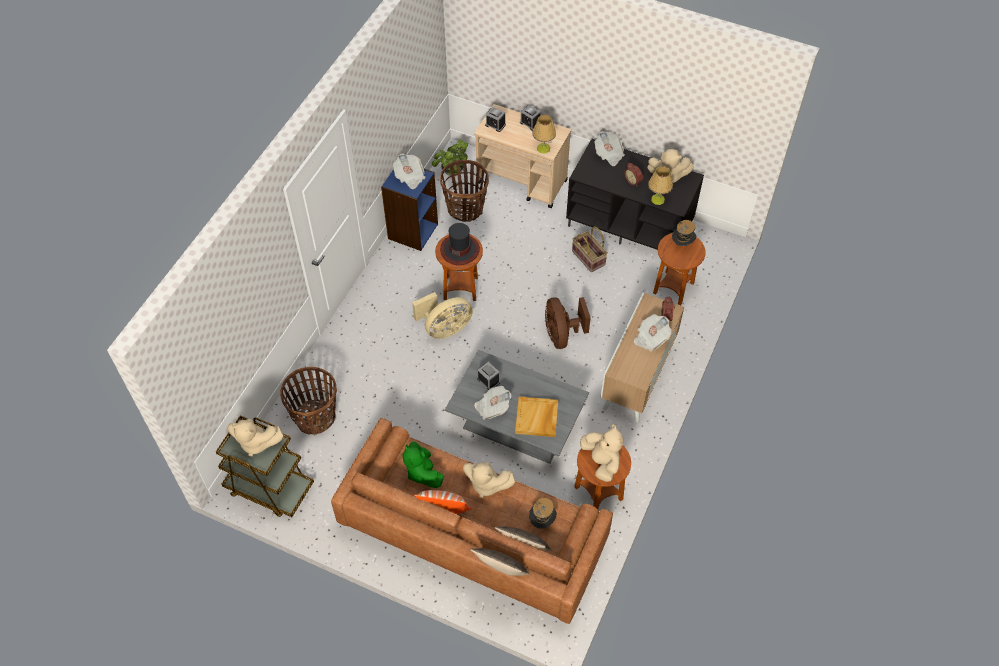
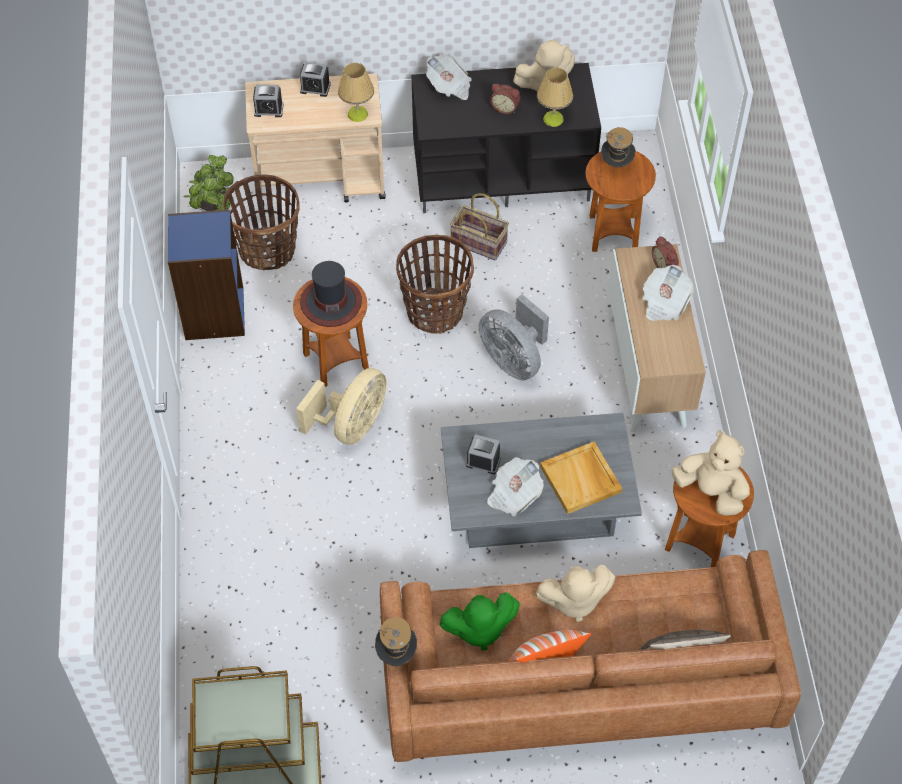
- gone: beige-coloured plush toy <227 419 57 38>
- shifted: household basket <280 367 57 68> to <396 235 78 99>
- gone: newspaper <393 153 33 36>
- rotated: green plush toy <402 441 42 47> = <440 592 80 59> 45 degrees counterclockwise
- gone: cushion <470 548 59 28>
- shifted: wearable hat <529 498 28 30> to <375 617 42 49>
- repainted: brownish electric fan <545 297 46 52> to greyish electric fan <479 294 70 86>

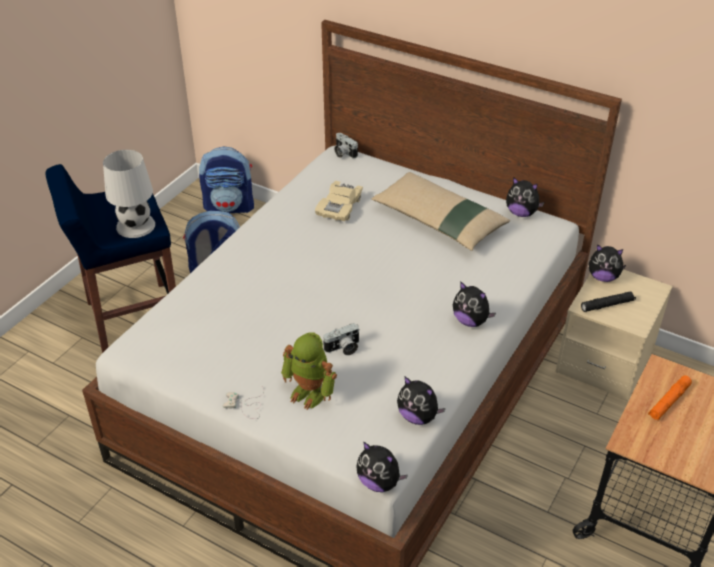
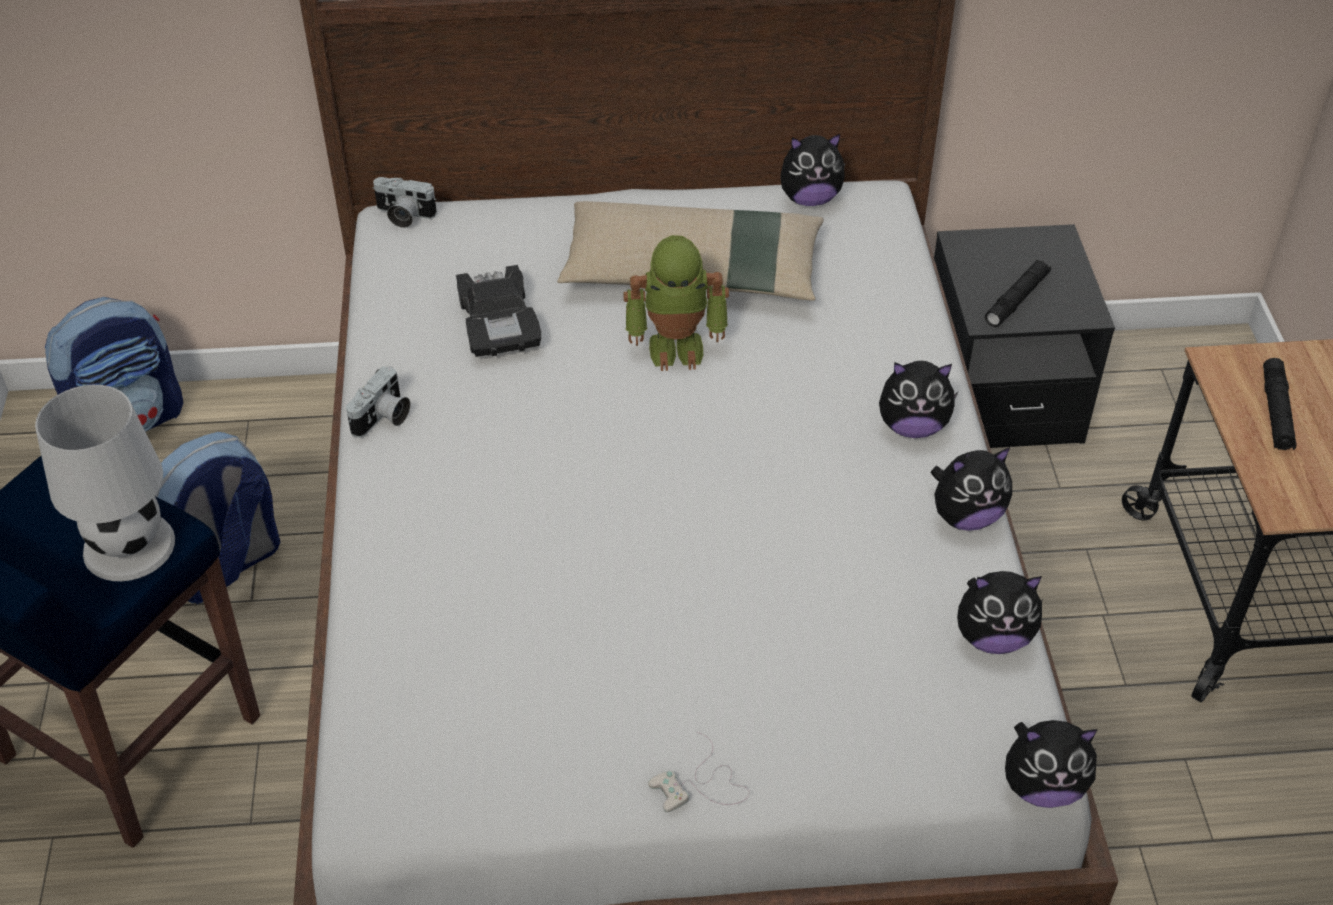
- shifted: toy robot <281 333 56 77> to <623 235 106 136>
- repainted: beige-coloured miniature car <315 181 48 40> to black-coloured miniature car <456 265 85 92>
- shifted: still camera <322 323 38 32> to <346 366 64 72>
- repainted: beige-coloured night table <556 269 117 131> to black-coloured night table <934 224 181 224>
- shifted: plush toy <589 244 37 38> to <931 447 81 84>
- repainted: orange flashlight <648 375 44 45> to black-coloured flashlight <1263 358 34 92>

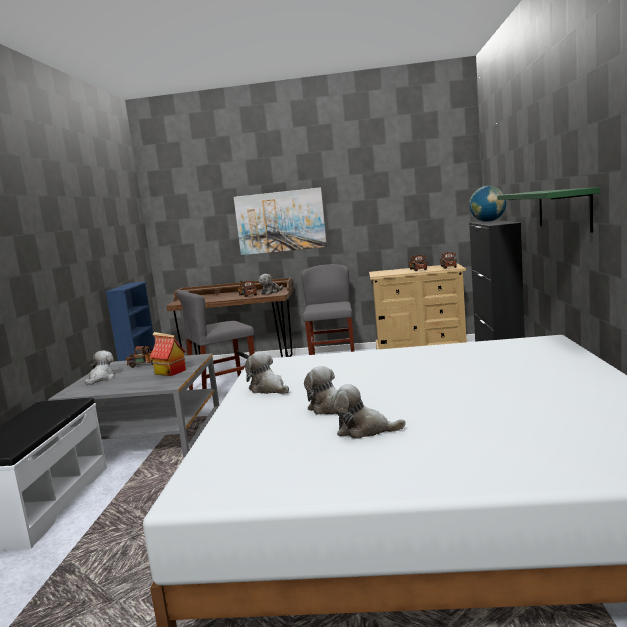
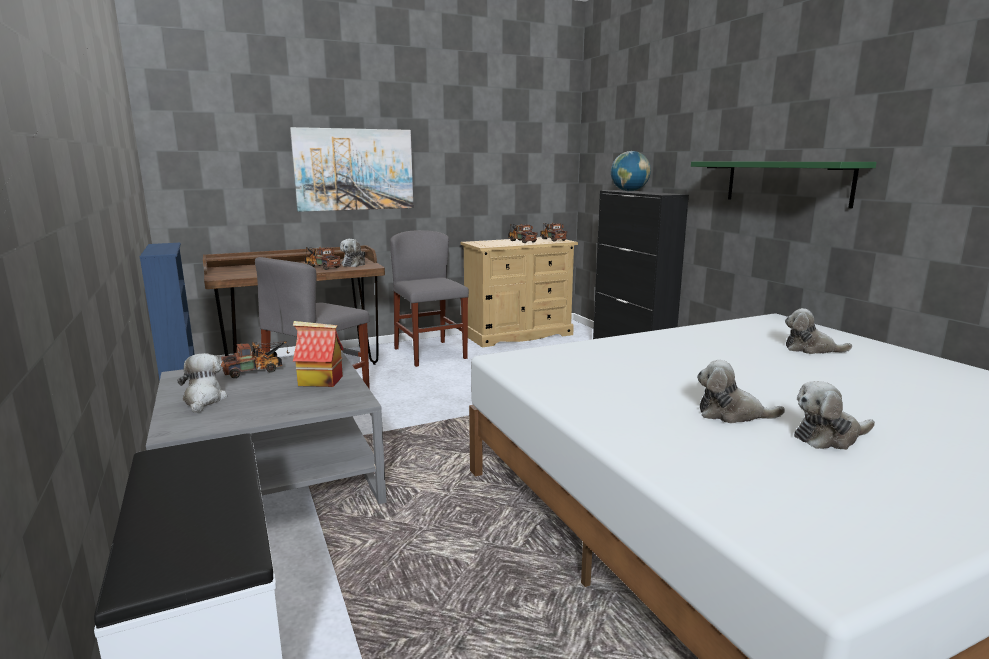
- shifted: plush toy <245 352 44 42> to <785 308 67 46>

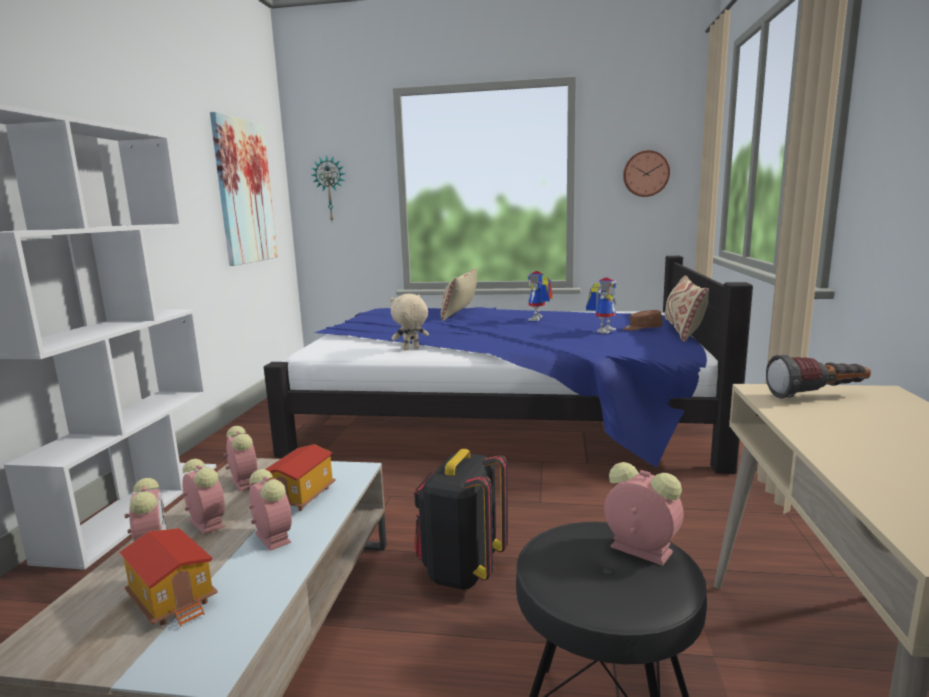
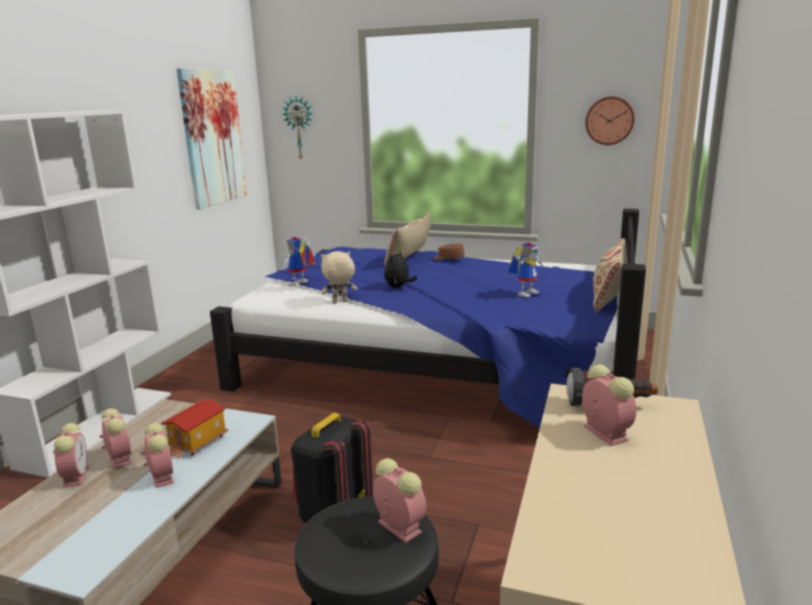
- gone: miniature house <119 528 99 99>
- shifted: table clock <224 426 34 66> to <582 365 54 81>
- shifted: toy robot <528 271 25 50> to <280 237 35 50>
- shifted: brownish cap <623 310 40 21> to <433 243 31 17>
- new: plush toy <384 250 33 38>

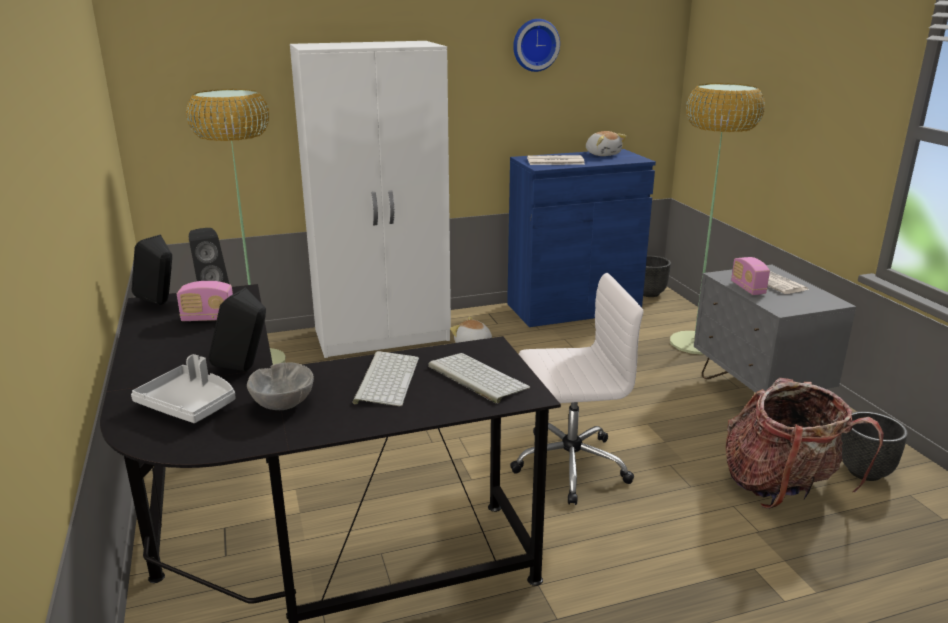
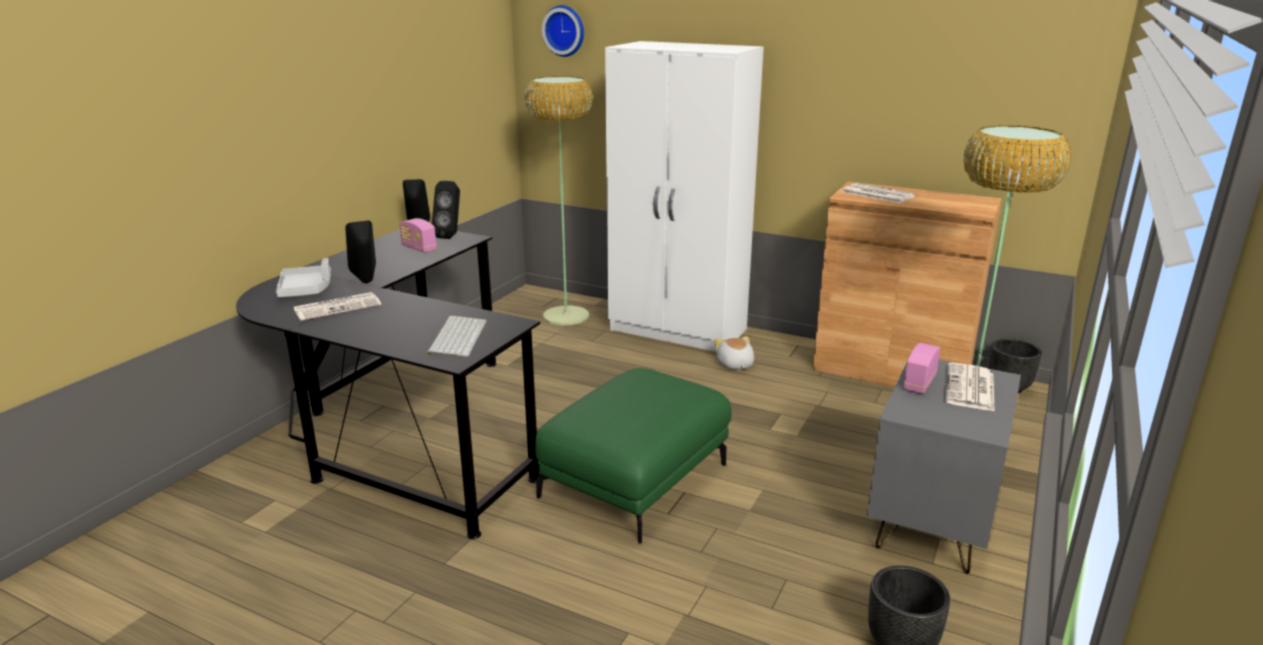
- swapped: greyish serving bowl <247 362 67 48> to newspaper <294 292 87 29>
- gone: PC keyboard <352 351 67 55>
- repainted: bluish cabinet <507 149 149 178> to brownish cabinet <813 182 188 205>
- swapped: white-coloured computer chair <510 273 133 232> to green footrest <535 368 196 176>
- shifted: clock on the wall <513 19 47 53> to <542 5 42 52>
- gone: plush toy <586 131 41 25>
- gone: backpack <725 378 159 131>

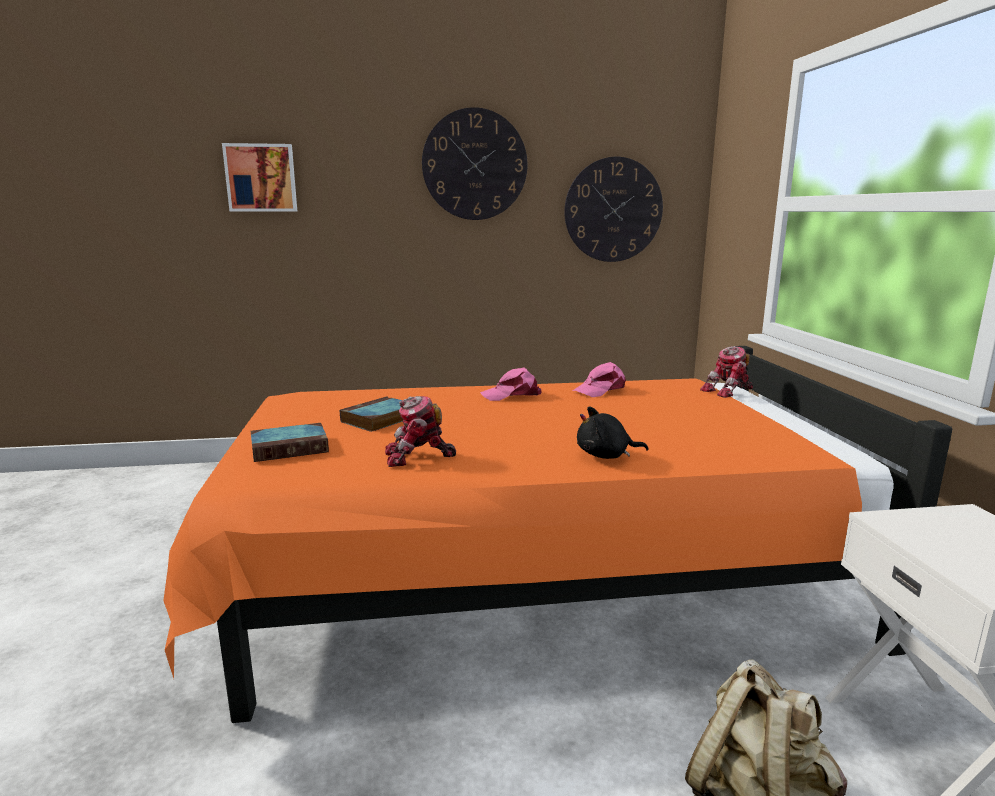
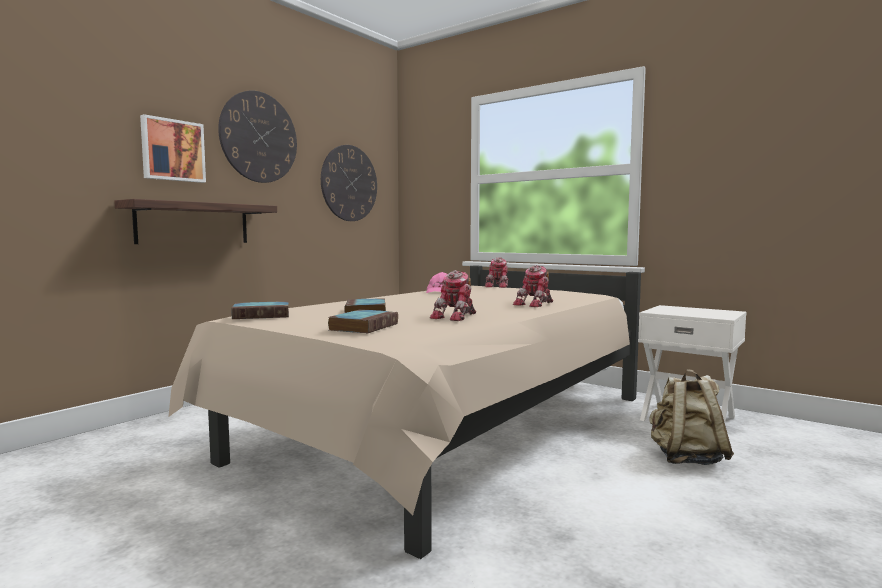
- repainted: orange sleeping bed <163 346 789 377> to beige-coloured sleeping bed <169 265 472 294>
- shifted: picture <222 143 75 69> to <140 114 66 69>
- gone: pink cap <480 367 61 34>
- swapped: black-coloured plush toy <577 406 71 53> to toy robot <513 265 41 42>
- new: bracket shelf <114 199 163 45>
- new: book <231 301 58 18>

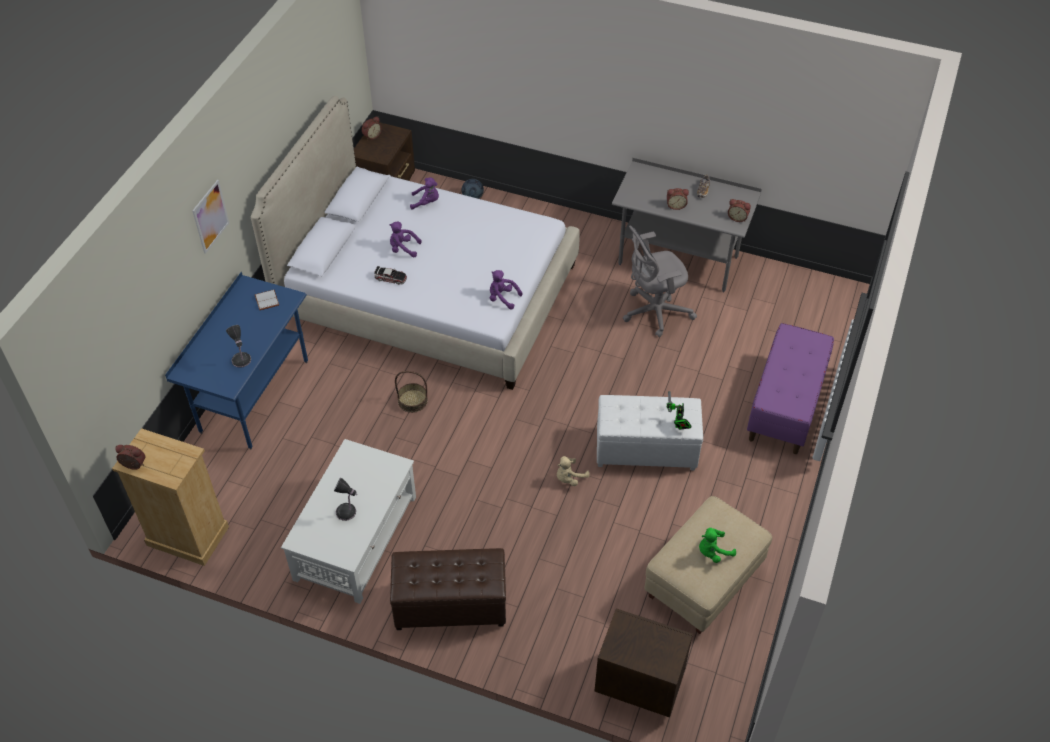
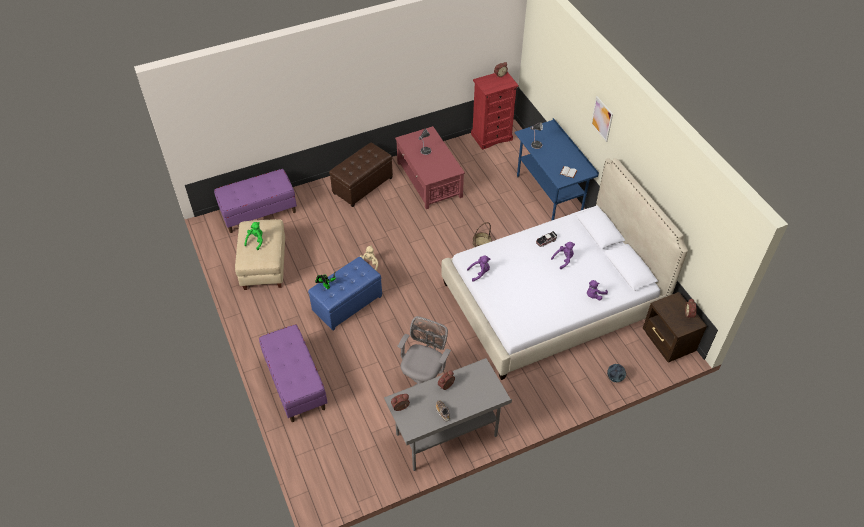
- repainted: beige-coloured dresser <112 428 117 138> to reddish dresser <471 72 48 78>
- repainted: white-coloured lounge table <281 439 135 165> to reddish lounge table <395 126 70 83>
- swapped: brownish night table <595 608 98 110> to purple bench <214 169 83 64>
- repainted: white-coloured footrest <597 395 106 75> to bluish footrest <308 257 74 73>

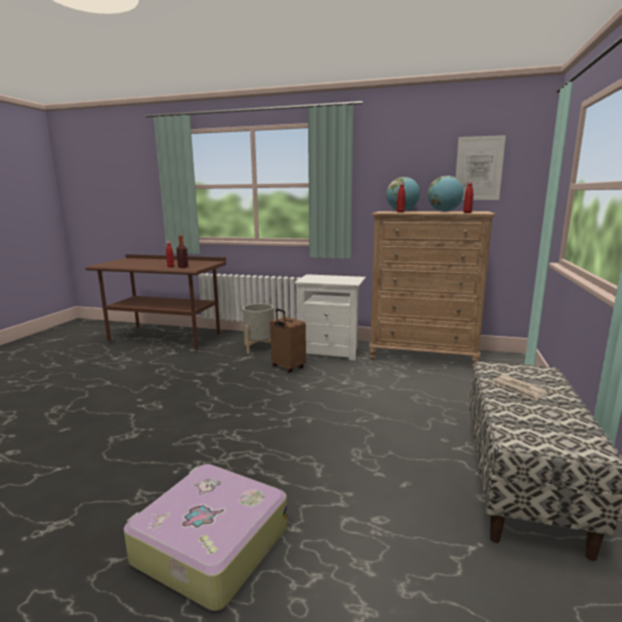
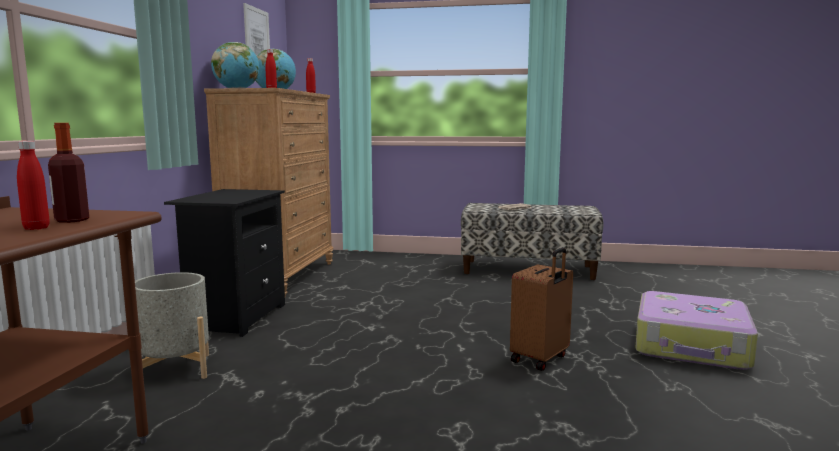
- shifted: brownish piece of luggage <270 309 36 64> to <510 247 63 124>
- repainted: white-coloured night table <294 274 72 87> to black-coloured night table <164 189 121 148>

